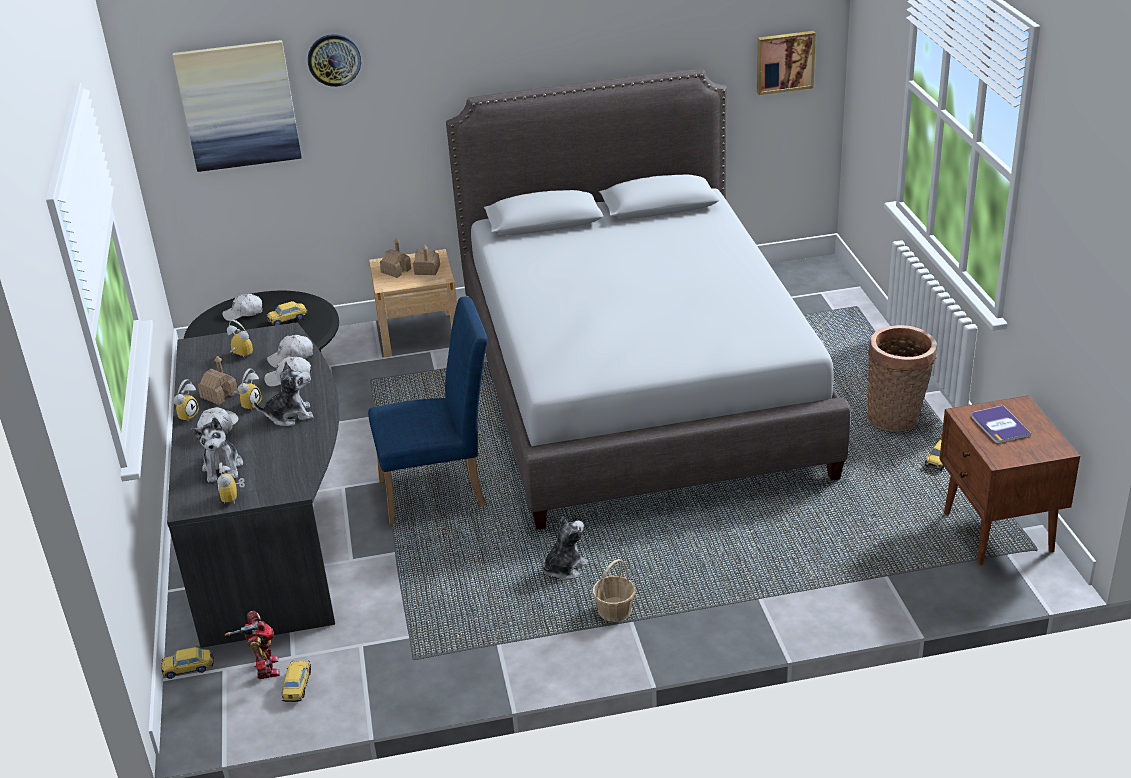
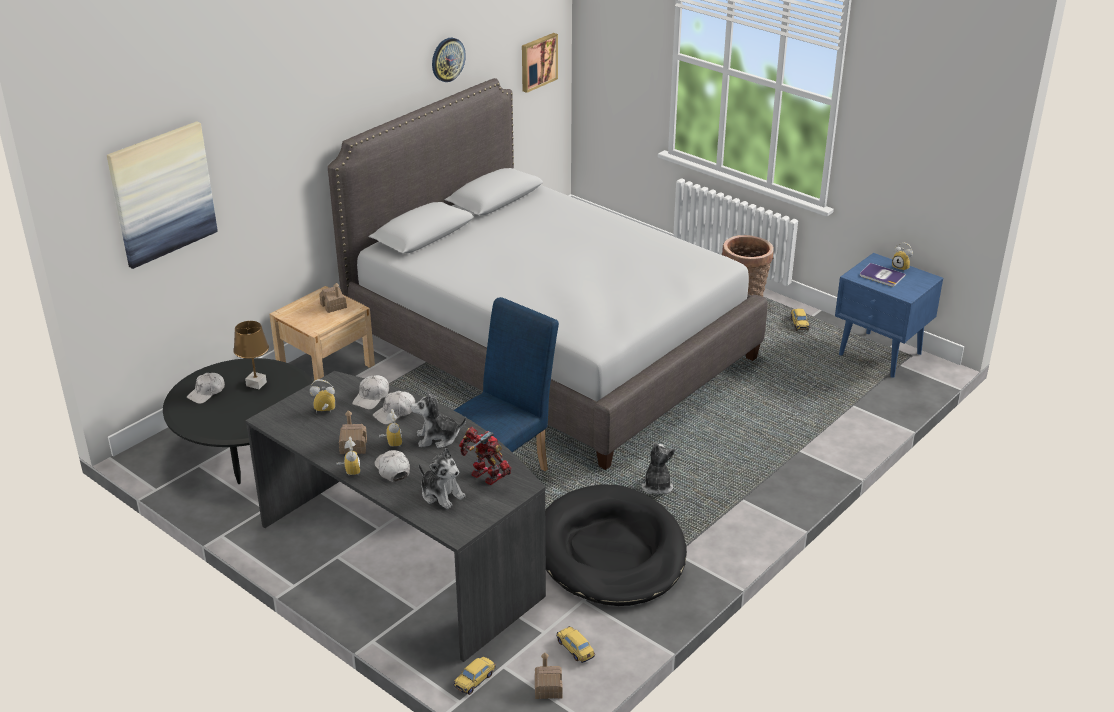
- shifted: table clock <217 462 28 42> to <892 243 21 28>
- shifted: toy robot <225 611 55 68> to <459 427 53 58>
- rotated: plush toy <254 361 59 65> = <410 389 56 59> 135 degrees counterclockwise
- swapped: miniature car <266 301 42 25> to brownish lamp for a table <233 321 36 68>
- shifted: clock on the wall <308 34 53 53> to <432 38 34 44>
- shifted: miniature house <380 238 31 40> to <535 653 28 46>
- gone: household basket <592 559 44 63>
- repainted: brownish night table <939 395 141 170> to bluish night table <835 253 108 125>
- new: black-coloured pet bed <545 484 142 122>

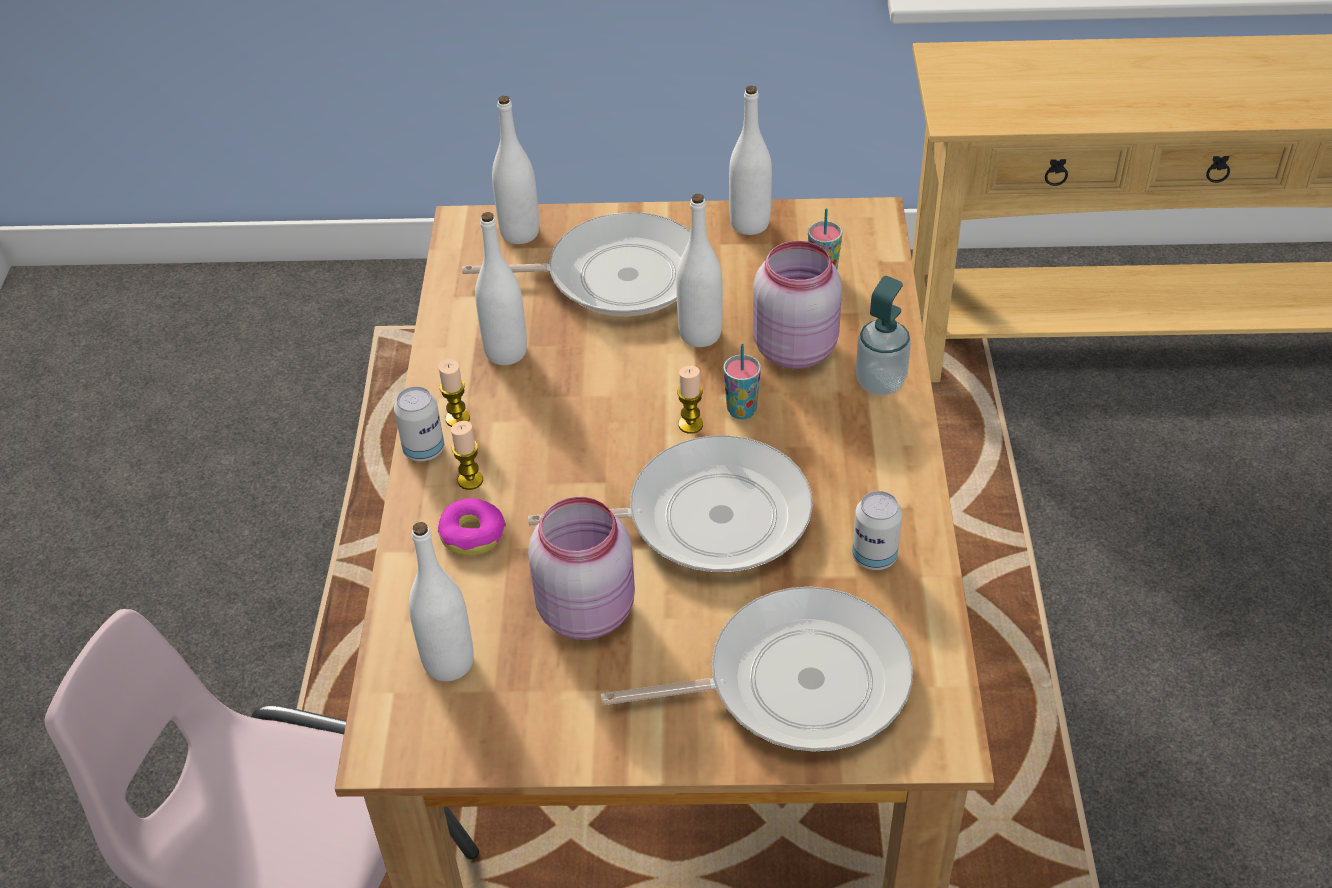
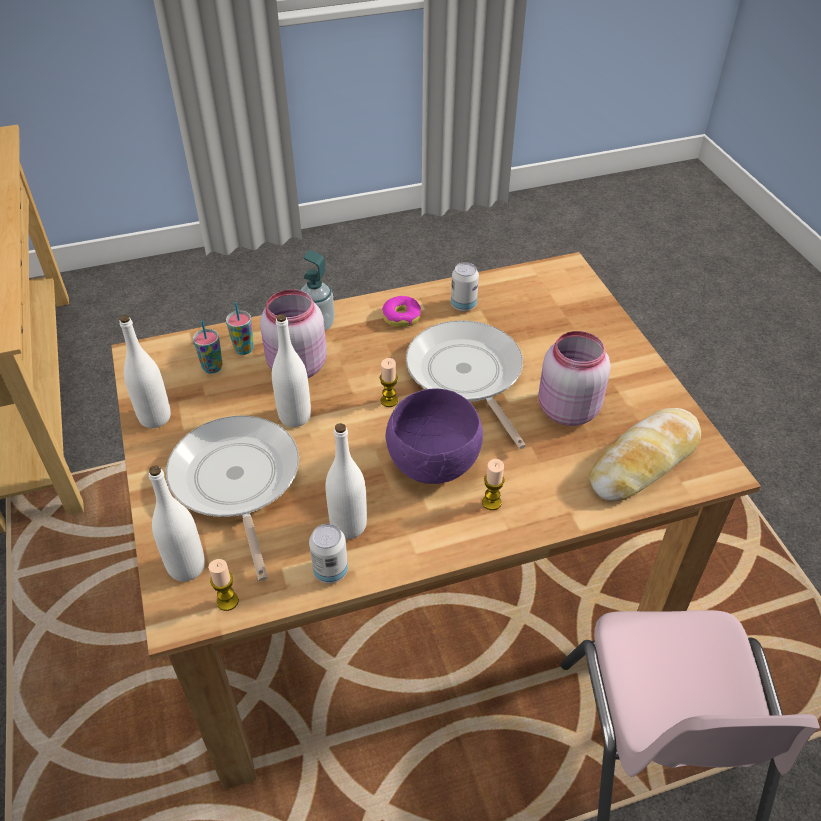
- shifted: metal can <394 386 50 75> to <309 524 39 59>
- swapped: white-coloured drink bottle <409 522 65 159> to baked bread <589 408 112 93>
- shifted: wax light <438 359 32 68> to <208 559 31 52>
- shifted: doughnut <438 498 68 57> to <382 296 39 31>
- gone: pan <601 587 312 164>
- shifted: small cup <723 344 38 75> to <226 302 28 53>
- new: purple serving bowl <385 388 98 96>

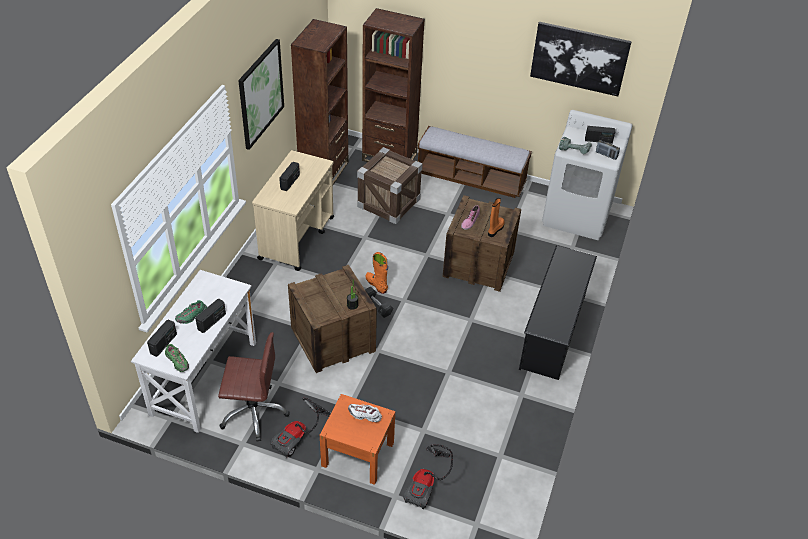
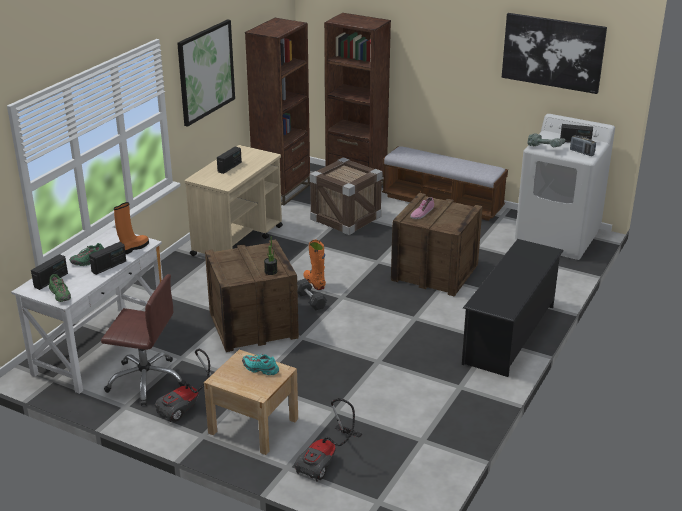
- repainted: orange night table <320 394 75 91> to beige-coloured night table <204 350 94 105>
- repainted: white-coloured low shoe <348 404 34 18> to blue-green low shoe <242 354 37 21>
- shifted: orange high-top boot <488 198 17 39> to <114 202 35 52>

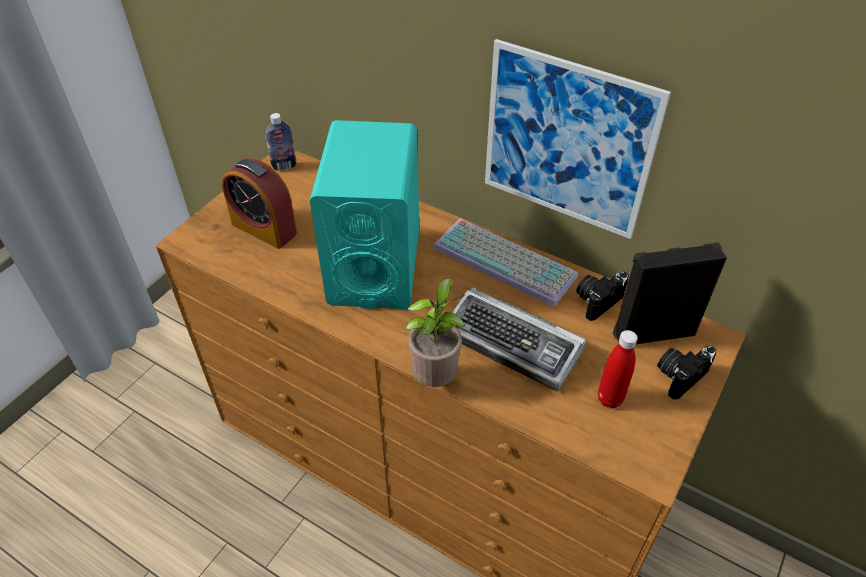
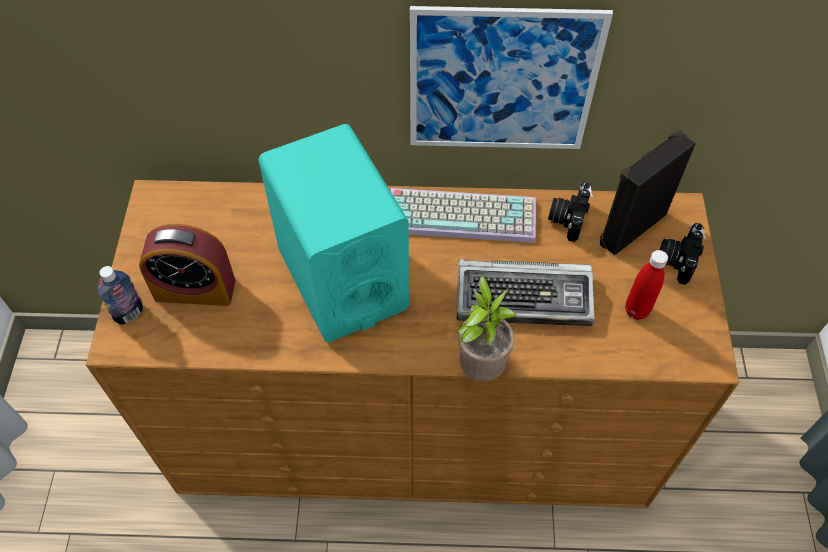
- shifted: drink bottle <265 113 31 58> to <98 266 45 59>

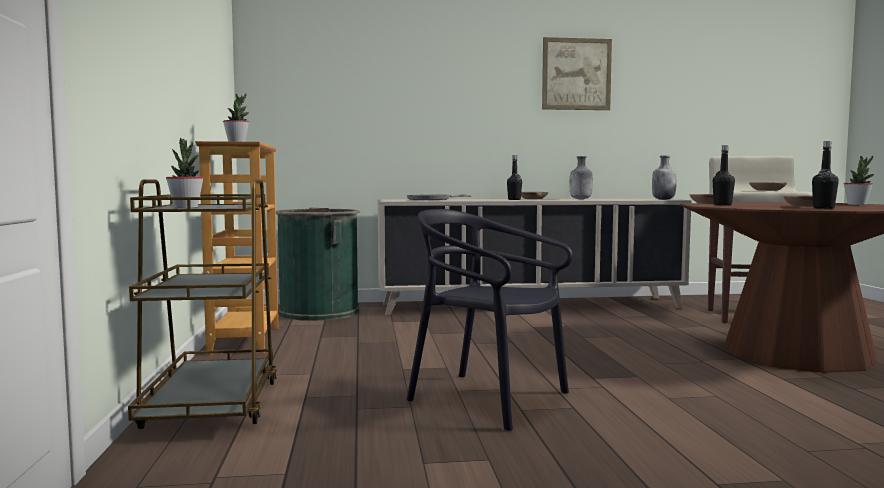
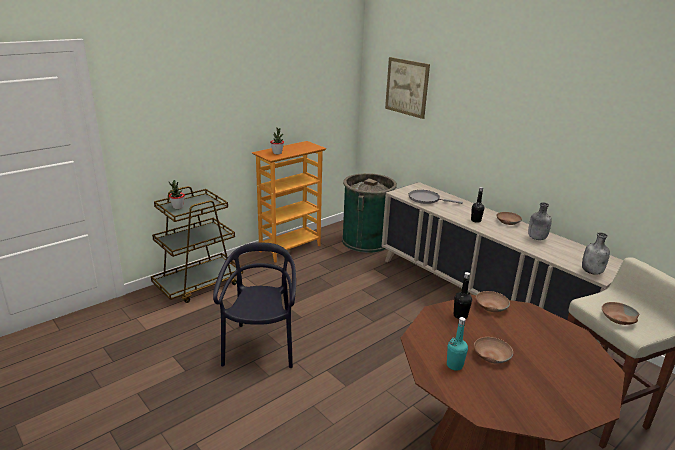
- shifted: picture <542 37 70 73> to <385 57 45 62>
- repainted: black-coloured drink bottle <812 141 27 68> to blue-green drink bottle <447 317 21 54>
- gone: potted plant <843 156 31 49>

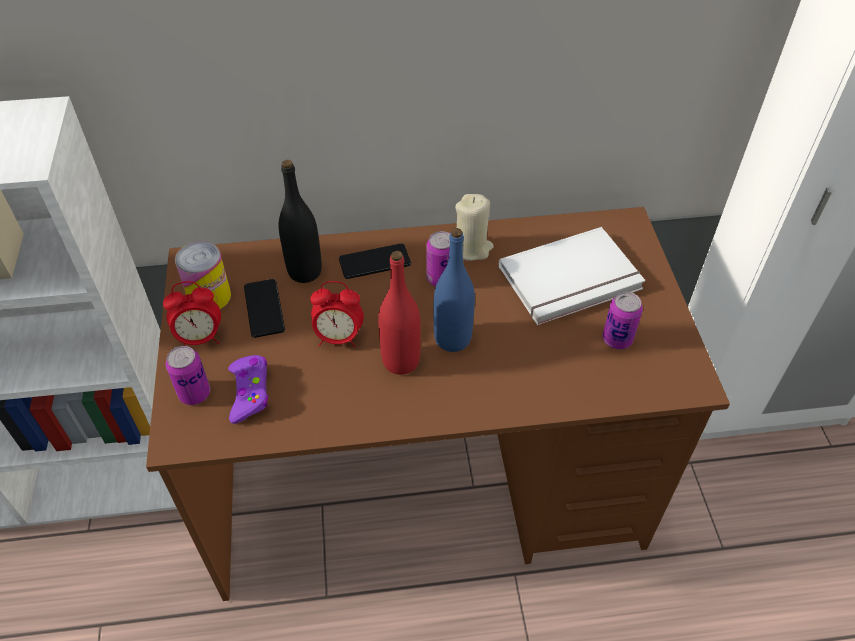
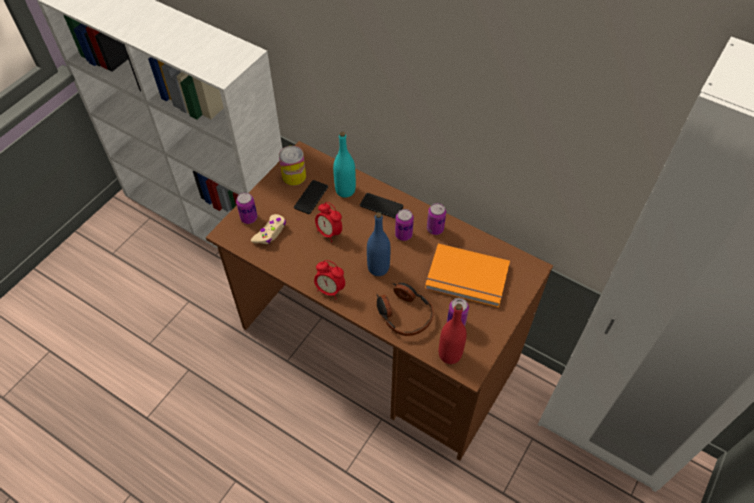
- shifted: table clock <163 281 58 65> to <314 260 31 39>
- repainted: purple game controller <228 355 40 69> to beige-coloured game controller <251 214 35 30>
- repainted: black-coloured drink bottle <278 160 44 123> to blue-green drink bottle <333 132 23 66>
- shifted: reddish drink bottle <378 251 43 124> to <439 304 28 60>
- swapped: beige-coloured wax light <455 194 39 67> to metal can <427 203 19 32>
- repainted: white-coloured book <499 227 146 98> to orange book <425 243 85 65>
- new: headphones <377 282 56 54>

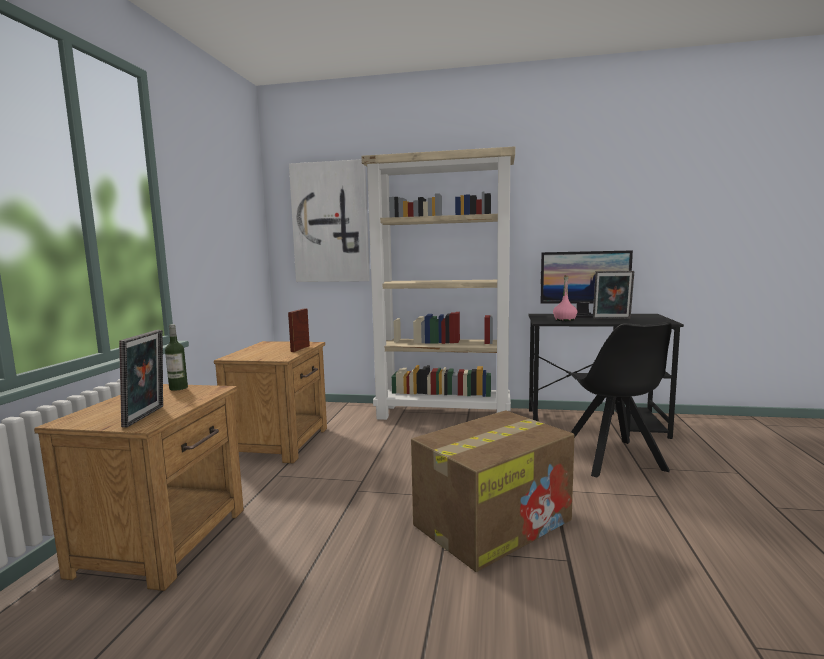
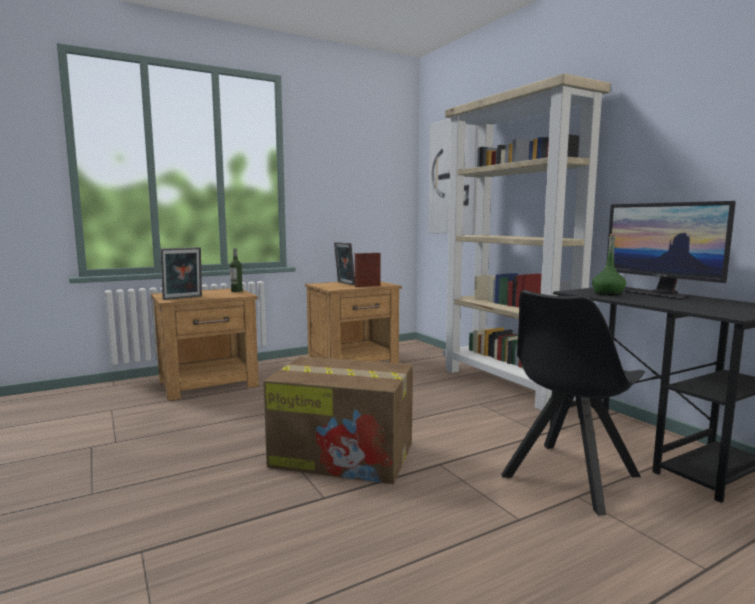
- repainted: pink drink bottle <553 275 24 46> to green drink bottle <592 234 34 62>
- shifted: picture frame <593 271 41 48> to <334 242 21 43>

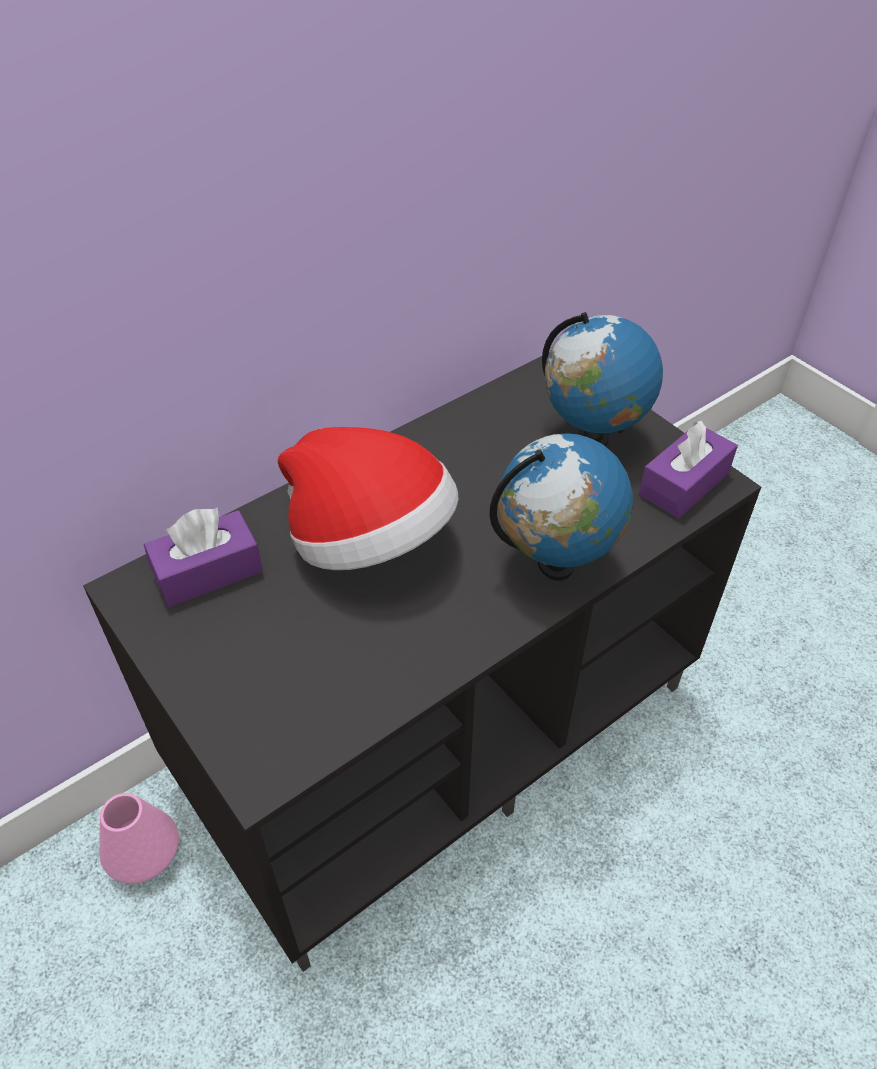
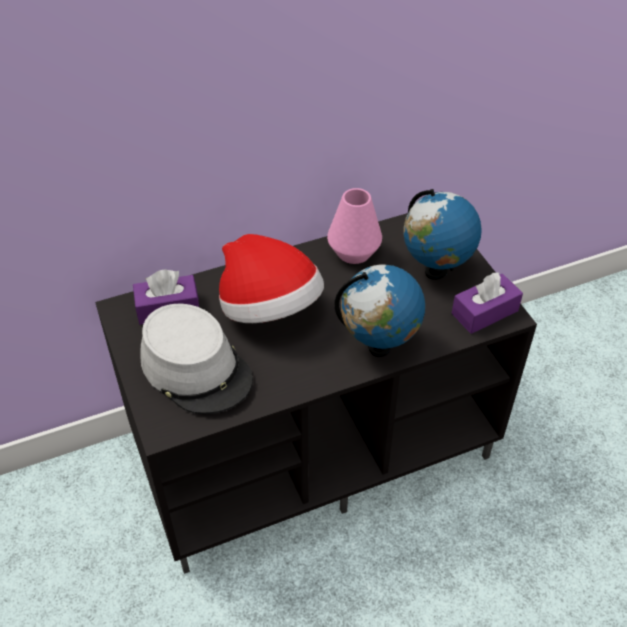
- shifted: pink flower vase <99 793 80 91> to <327 188 55 76>
- new: greyish wearable hat <141 304 112 110>

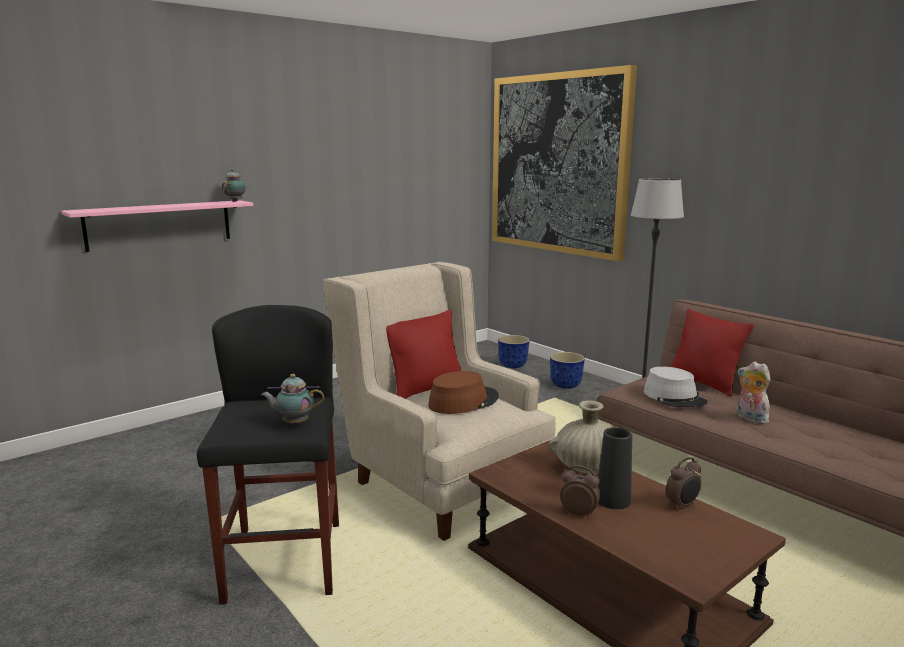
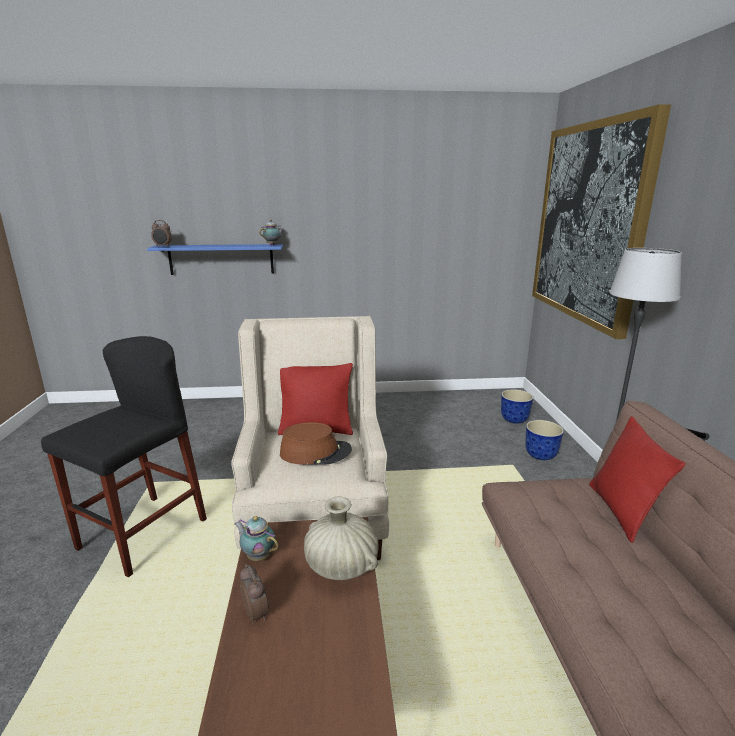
- repainted: pink bracket shelf <61 200 192 52> to bluish bracket shelf <147 244 136 31>
- shifted: teapot <261 374 64 50> to <235 516 44 45>
- gone: black-coloured flower vase <598 427 34 82>
- gone: greyish wearable hat <644 366 64 41>
- shifted: table clock <665 457 36 54> to <151 220 21 27>
- gone: plush toy <738 361 33 63>

